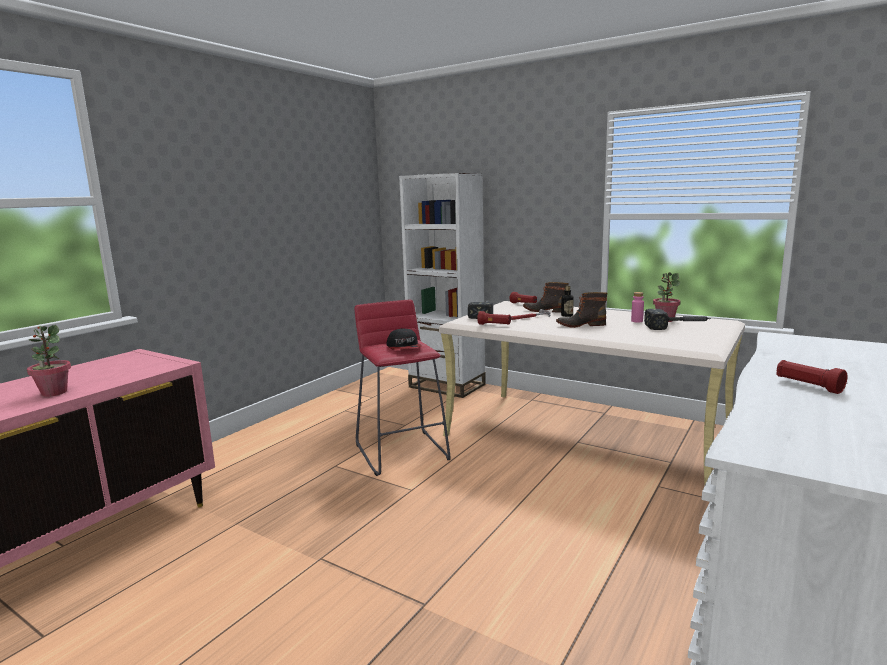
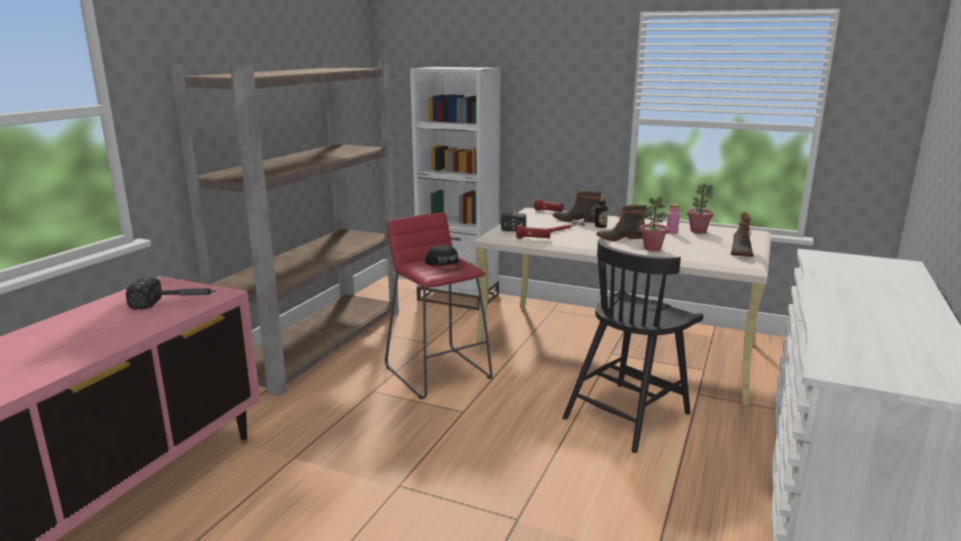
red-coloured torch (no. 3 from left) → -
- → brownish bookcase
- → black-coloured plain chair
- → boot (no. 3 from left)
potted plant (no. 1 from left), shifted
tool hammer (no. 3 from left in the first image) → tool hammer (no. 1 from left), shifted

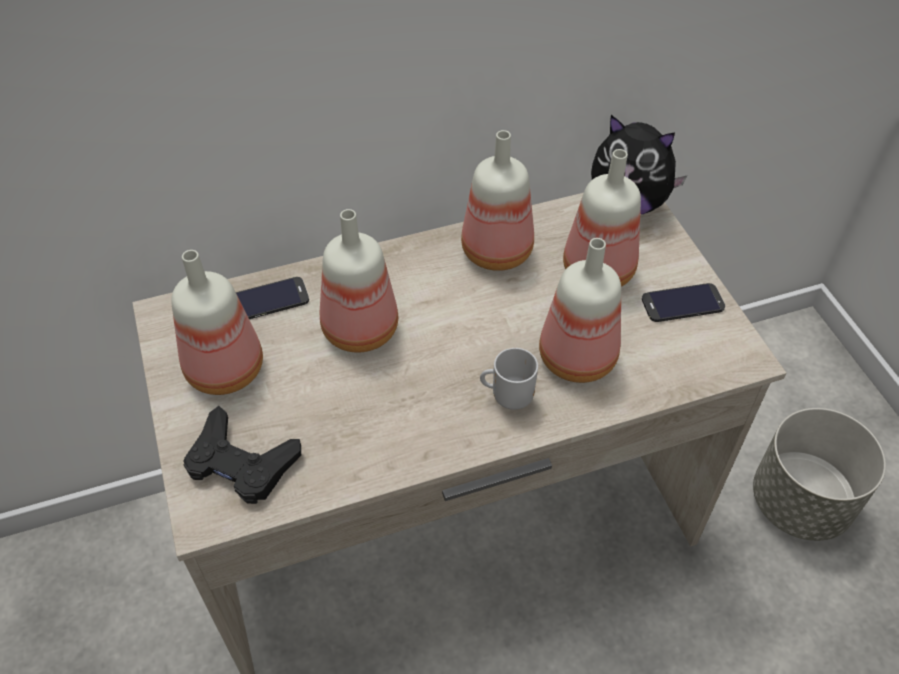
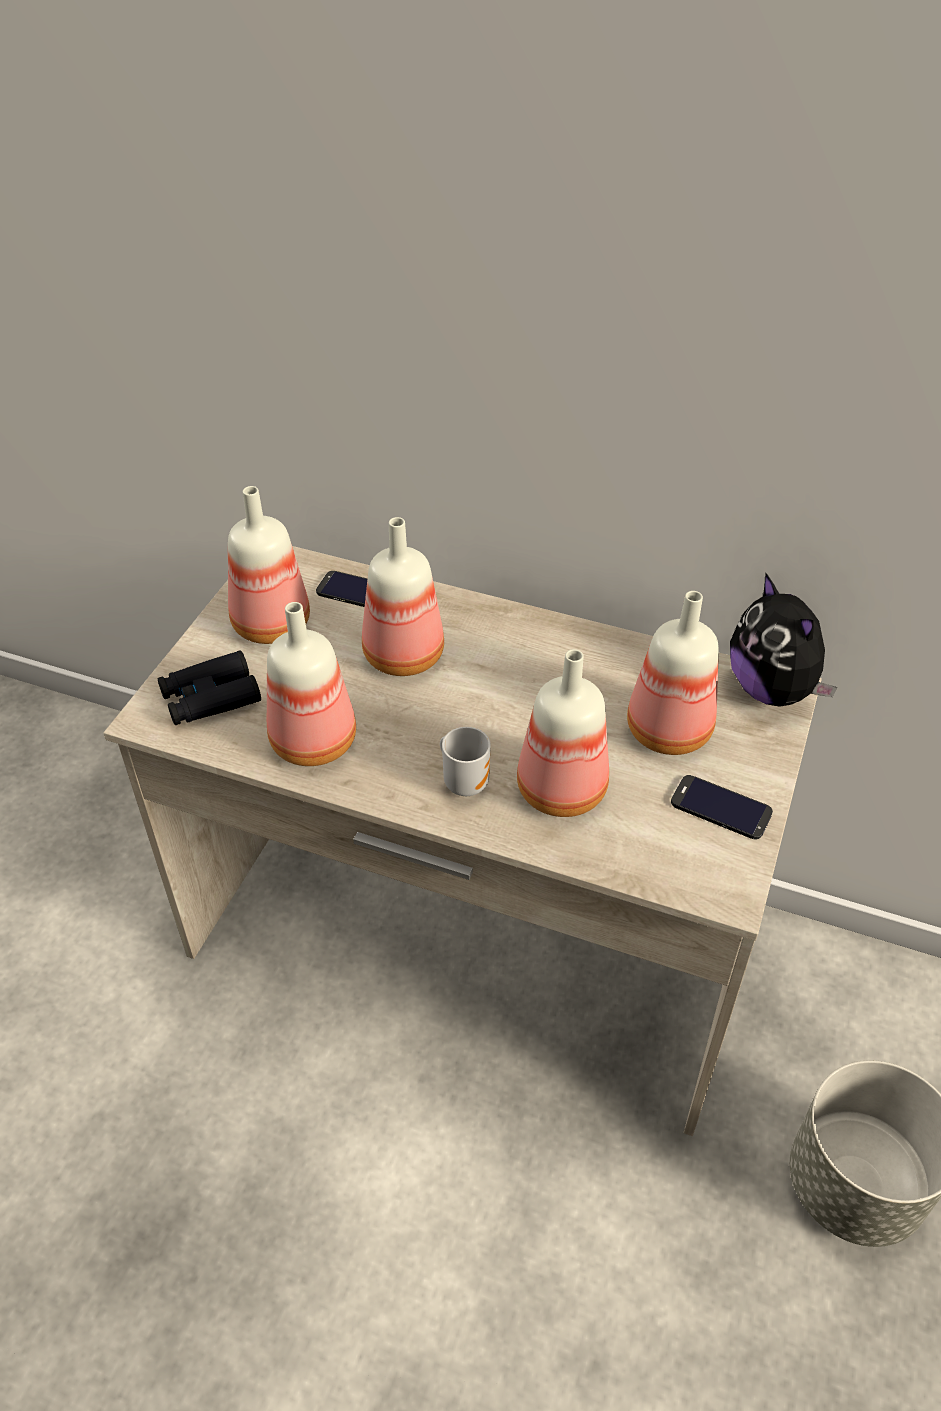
bottle (no. 3 from left in the first image) → bottle (no. 2 from left), shifted
black-coloured game controller → black-coloured field glasses

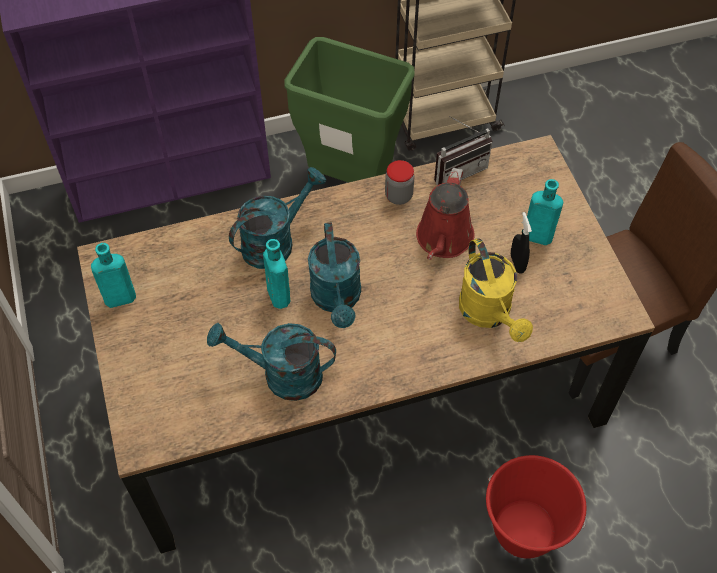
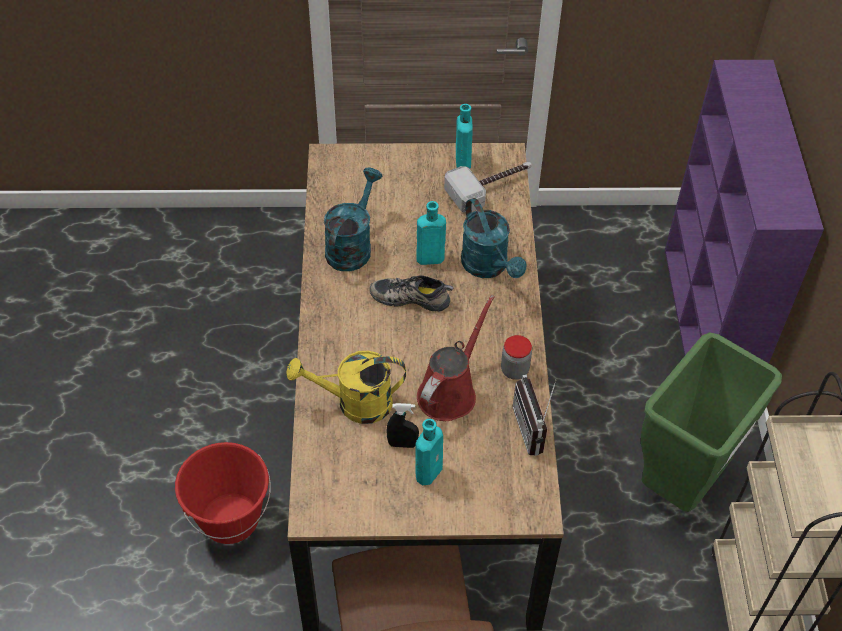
- → tool hammer
blue-green watering pot (no. 3 from left) → item of footwear
red-coloured watering pot, 90 degrees clockwise

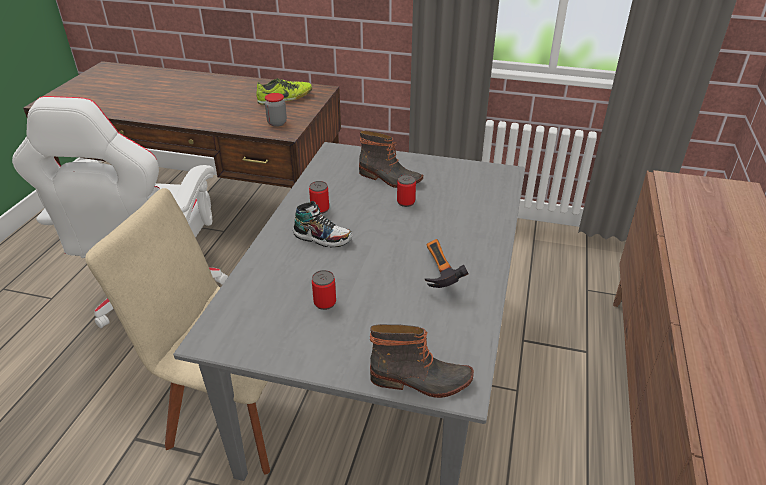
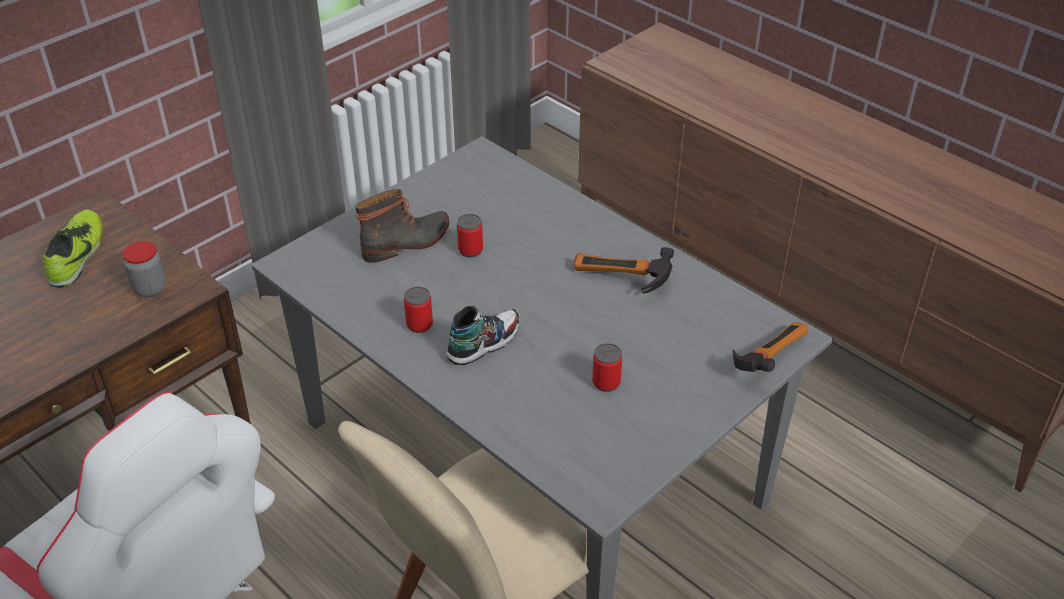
boot (no. 2 from left) → tool hammer (no. 2 from left)

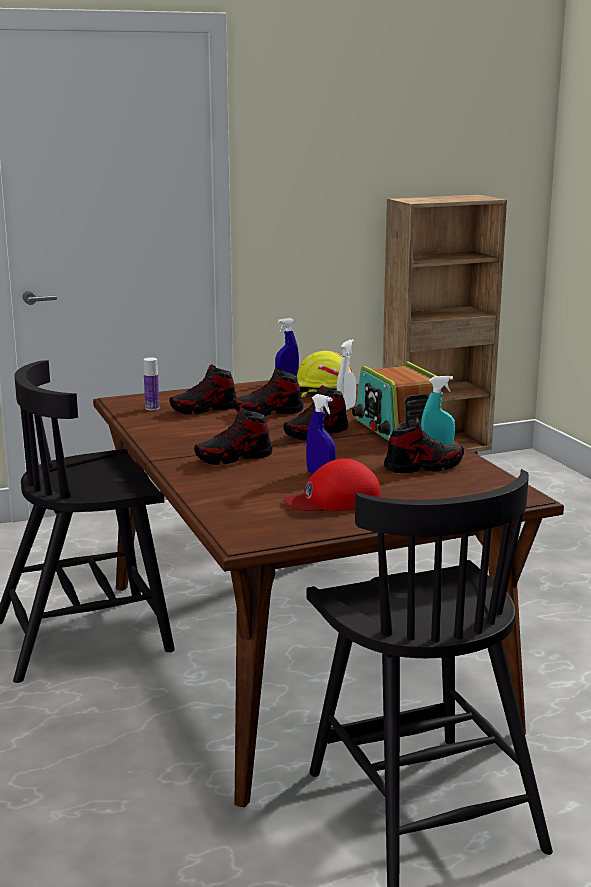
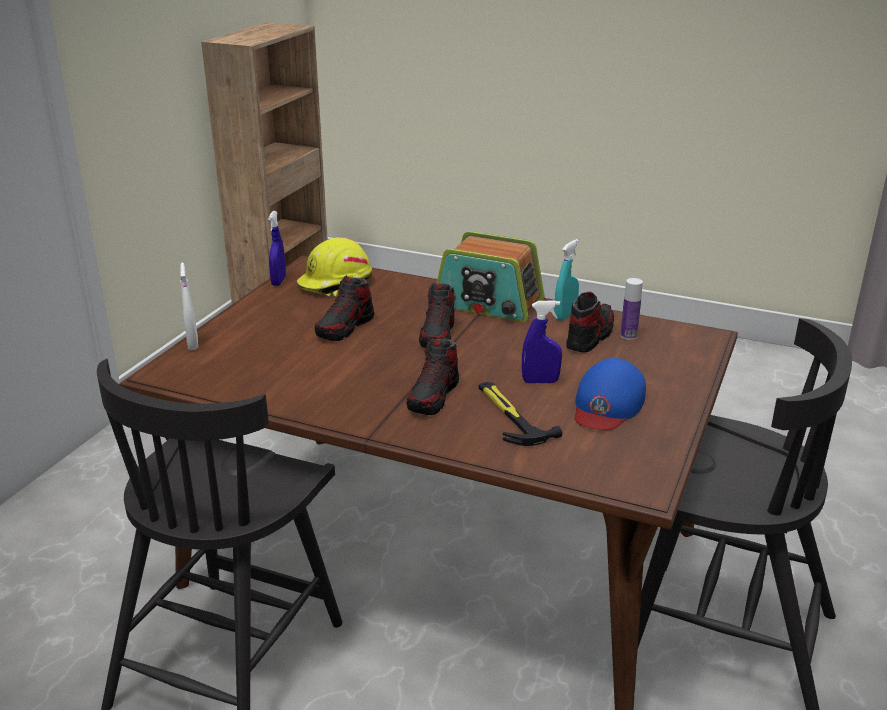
item of footwear (no. 1 from left) → -
- → tool hammer
bottle, shifted
white spray bottle, shifted
red-coloured peaked cap → blue peaked cap

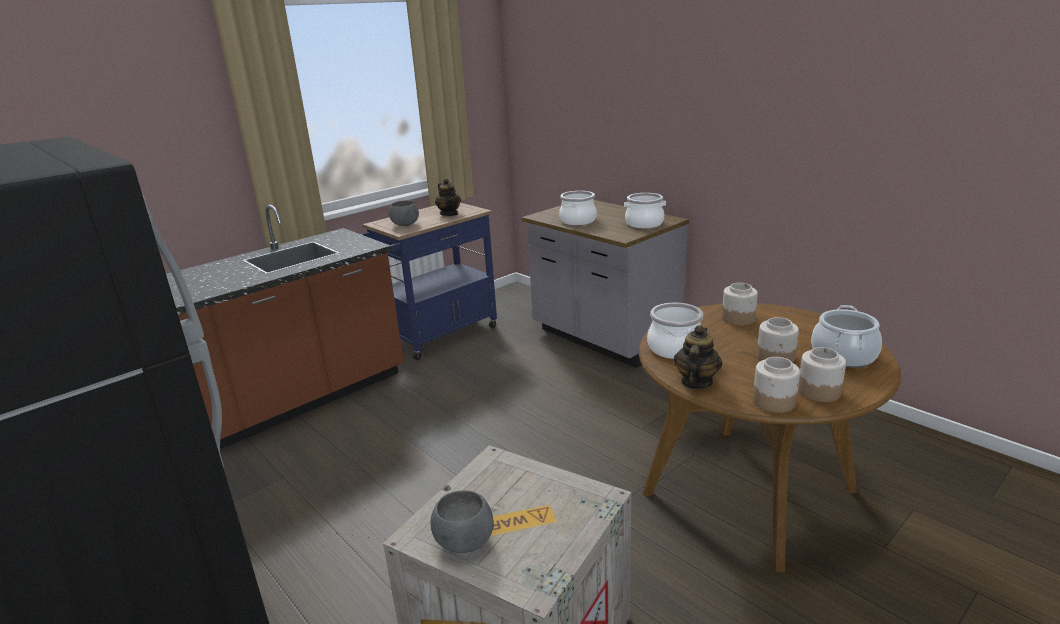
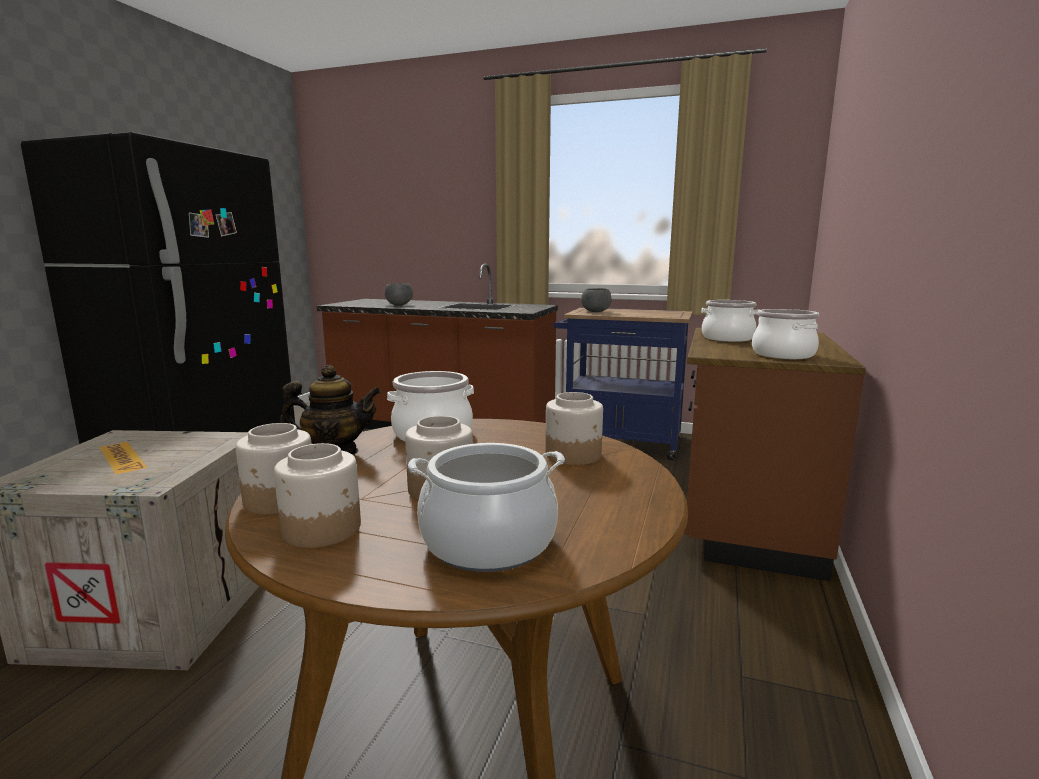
pot for tea (no. 1 from left) → -
gray bowl (no. 2 from left in the first image) → gray bowl (no. 1 from left), shifted
gray kitchen base unit → brownish kitchen base unit (no. 2 from left)

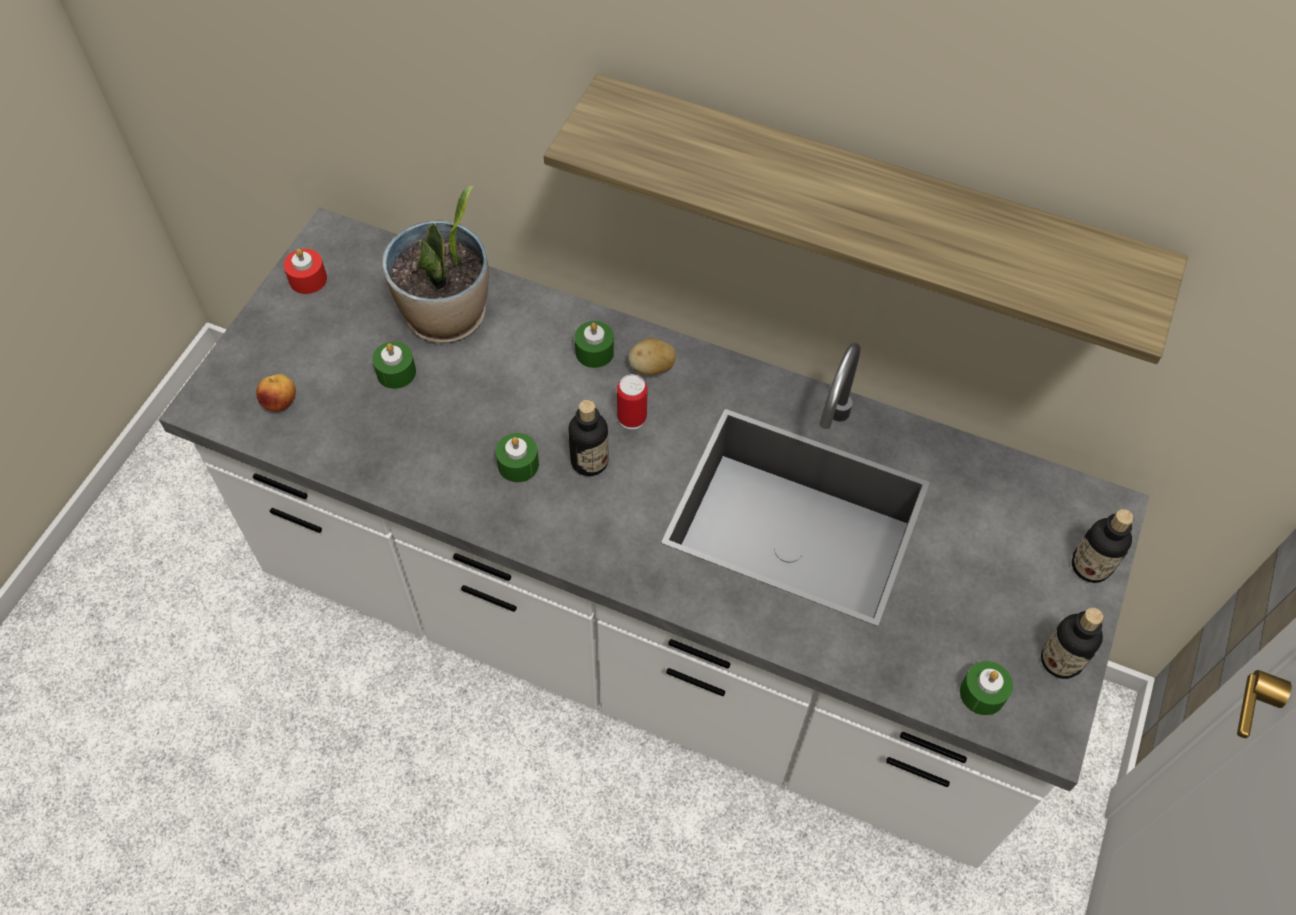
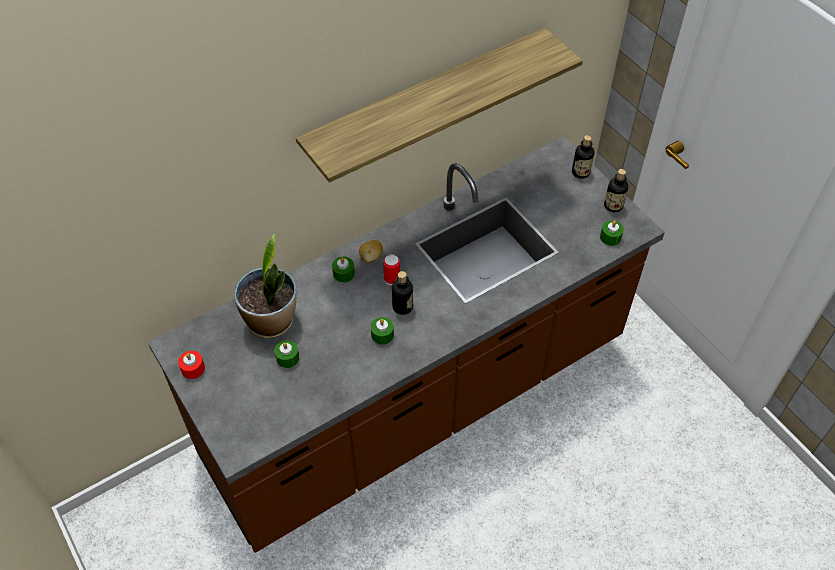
apple → -
white kitchen base unit → brownish kitchen base unit

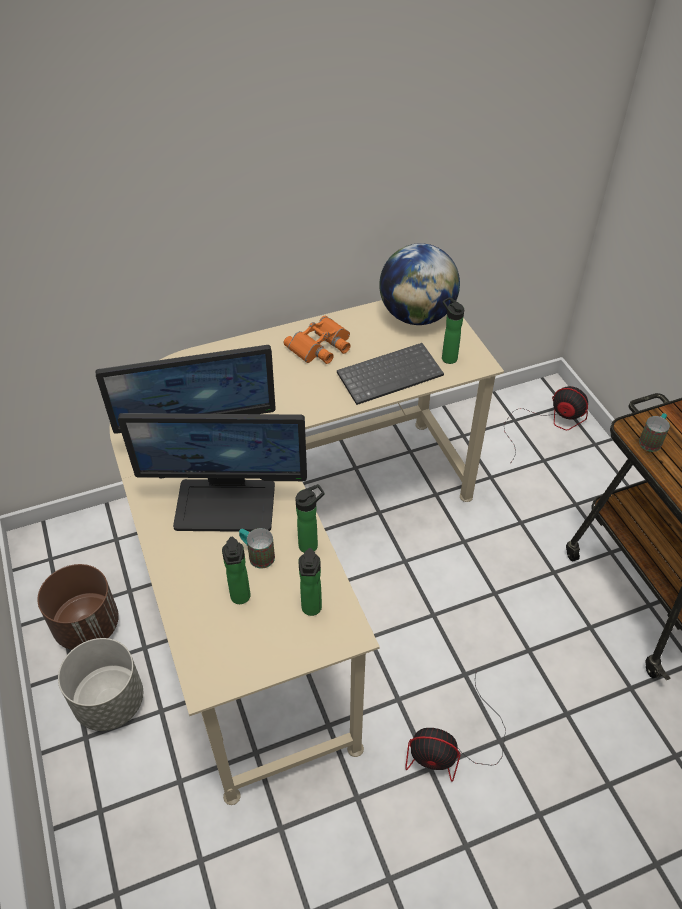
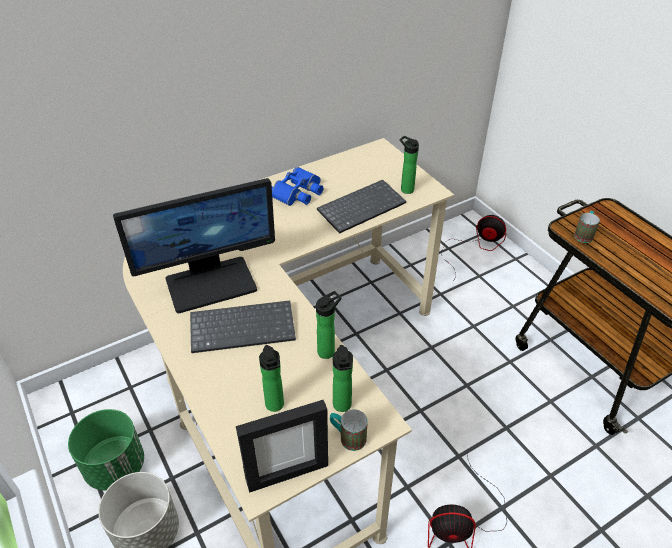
globe → -
- → standing frame
mug (no. 1 from left), shifted
monitor (no. 2 from left) → keyboard (no. 1 from left)
brownish planter → greenish planter
orangey field glasses → blue field glasses

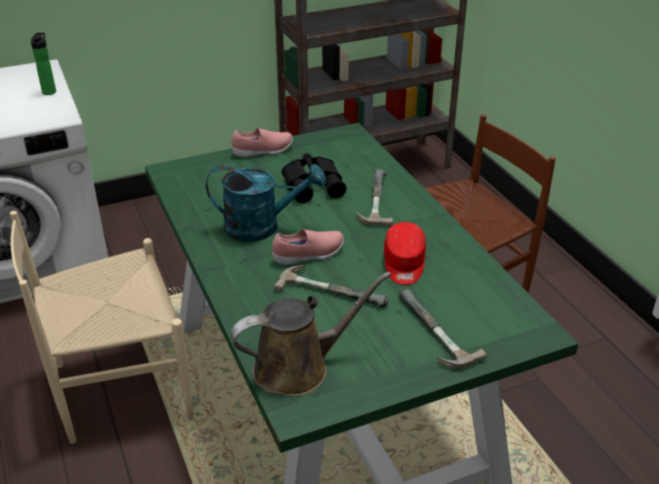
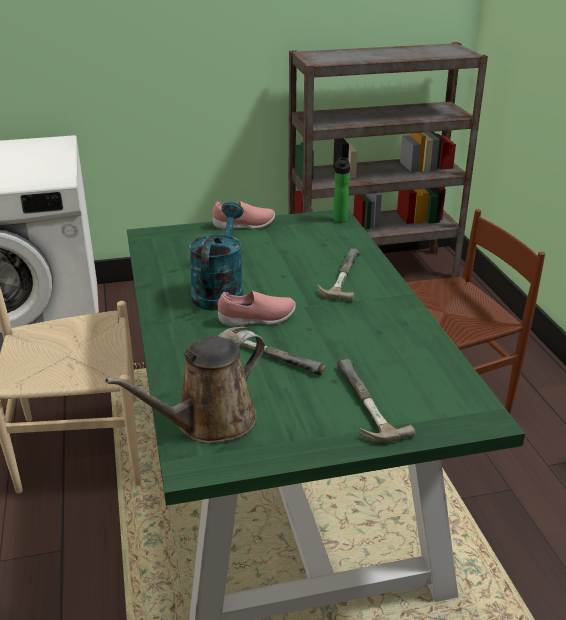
black-coloured field glasses → -
red-coloured peaked cap → -
bottle, shifted
blue-green watering pot, 90 degrees counterclockwise
brownish watering pot, 150 degrees clockwise

